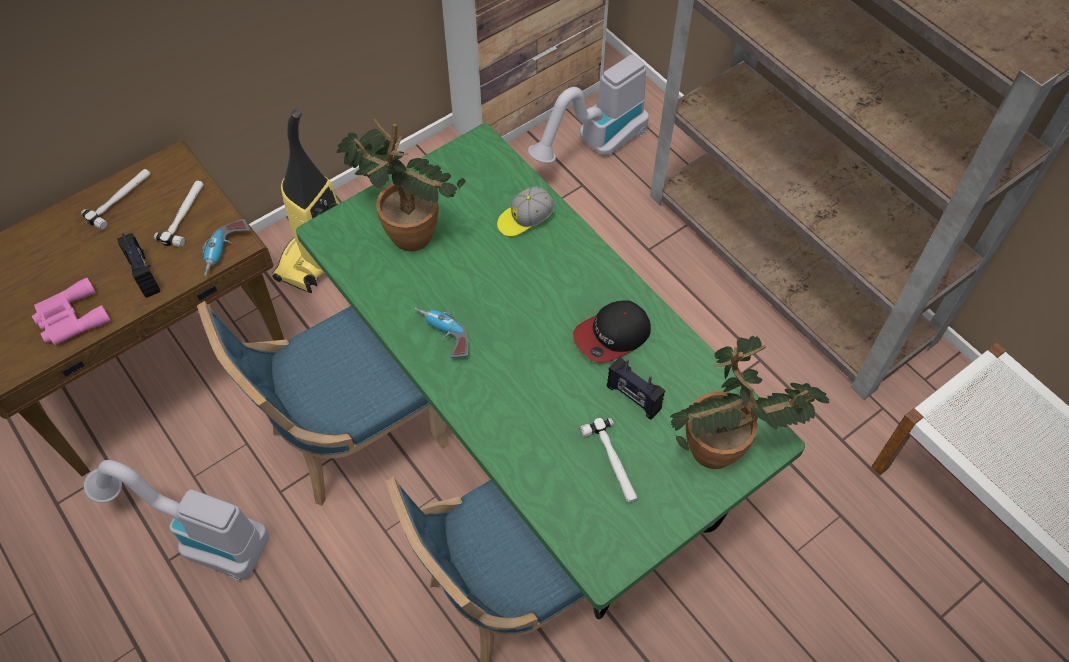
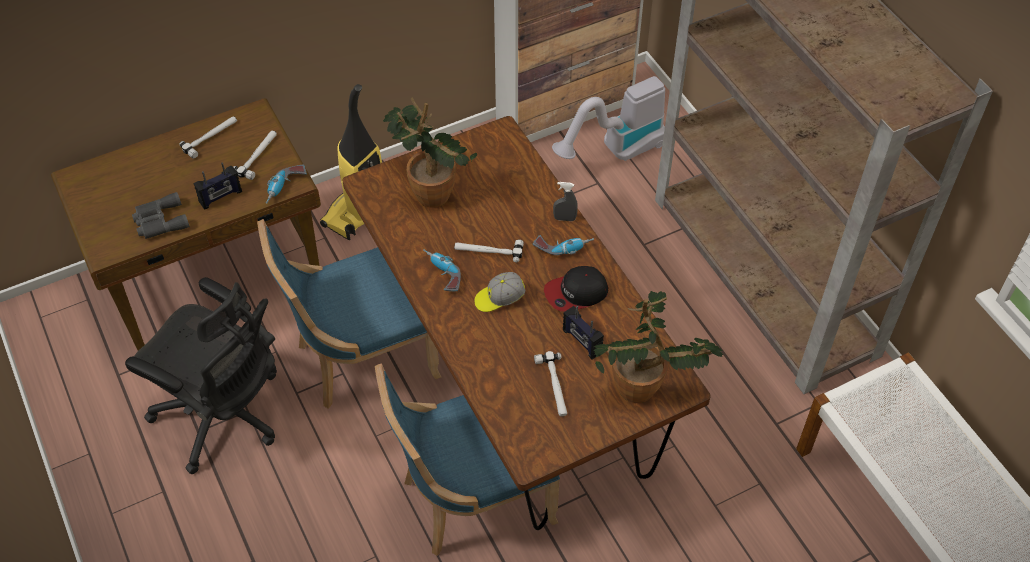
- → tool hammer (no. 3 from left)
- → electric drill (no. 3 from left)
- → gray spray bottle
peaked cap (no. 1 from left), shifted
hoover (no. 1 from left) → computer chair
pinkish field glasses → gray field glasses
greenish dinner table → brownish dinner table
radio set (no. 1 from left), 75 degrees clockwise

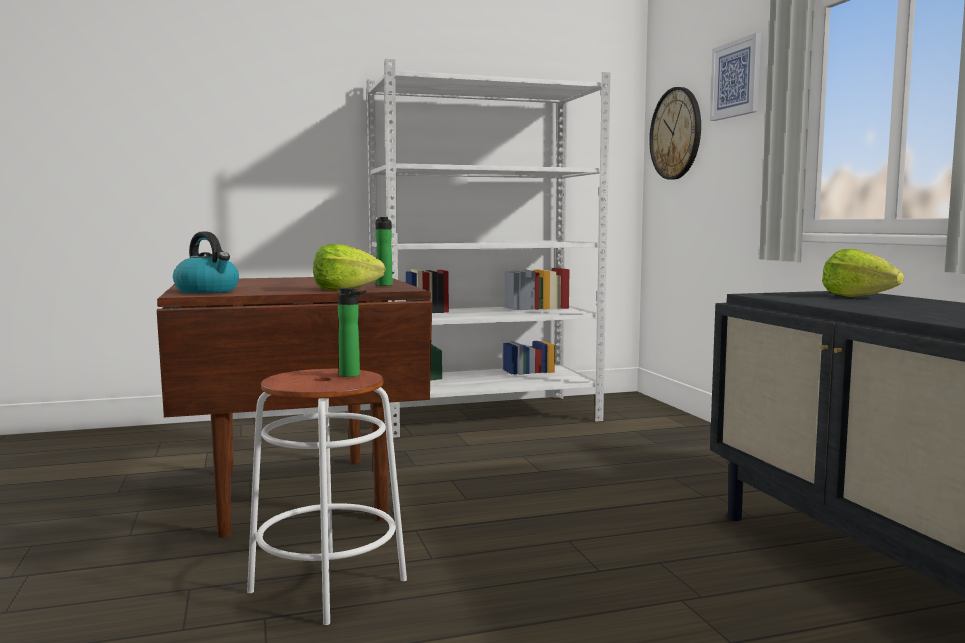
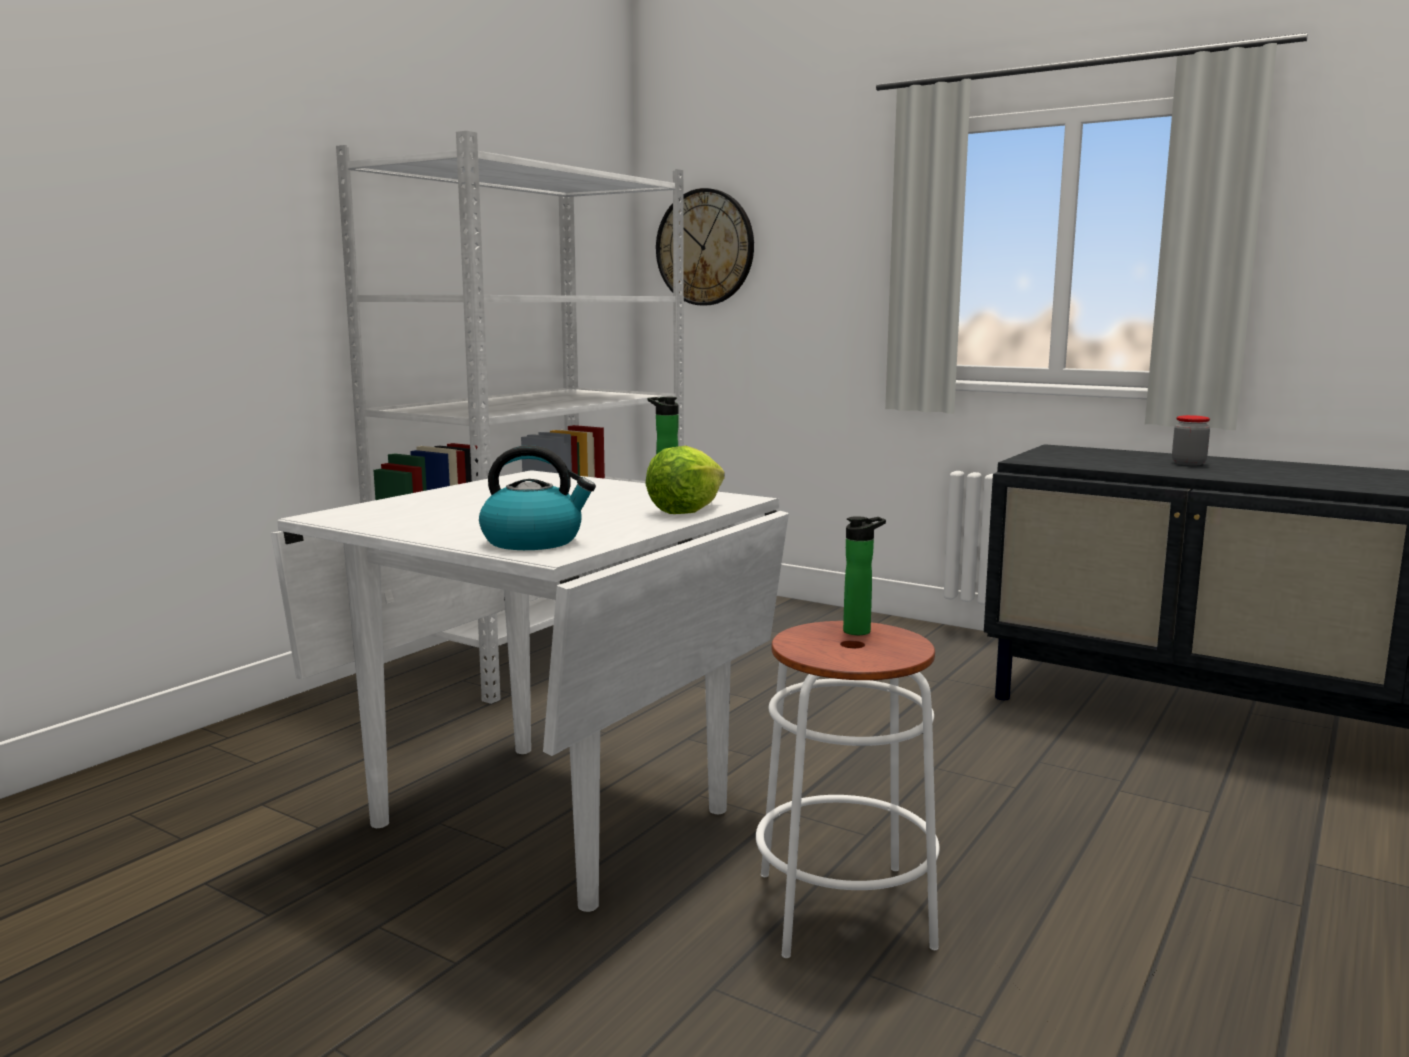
wall art → -
lettuce head (no. 2 from left) → -
- → jar
brownish dinner table → white dinner table

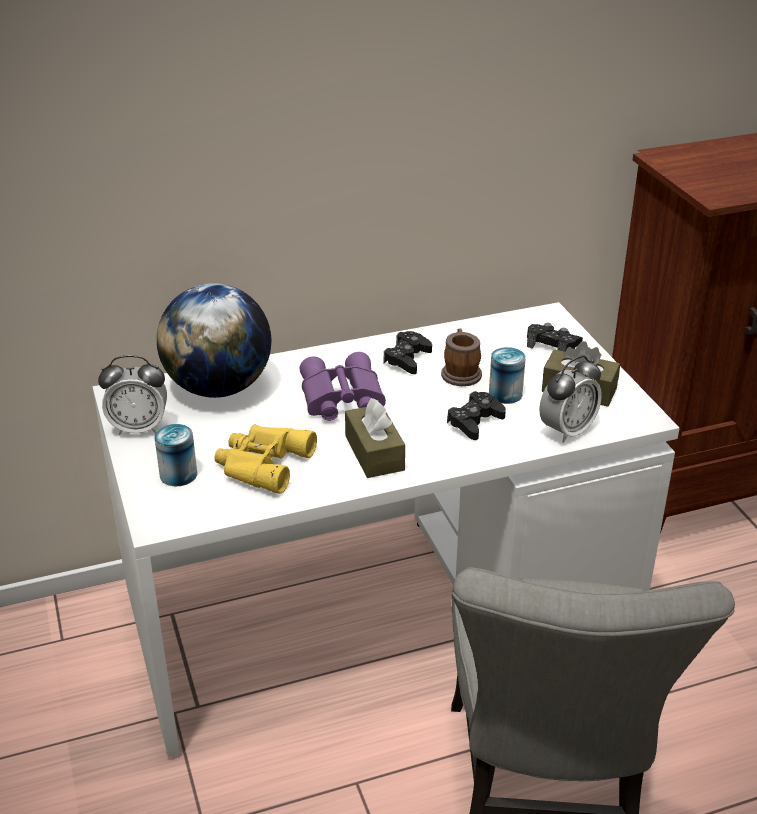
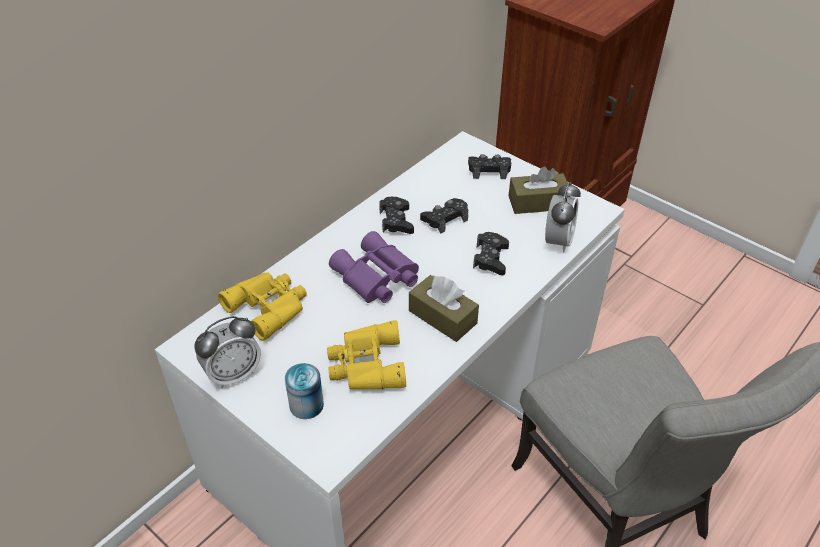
sealed can (no. 2 from left) → -
globe → yellowish field glasses (no. 1 from left)
mug → black-coloured game controller (no. 2 from left)

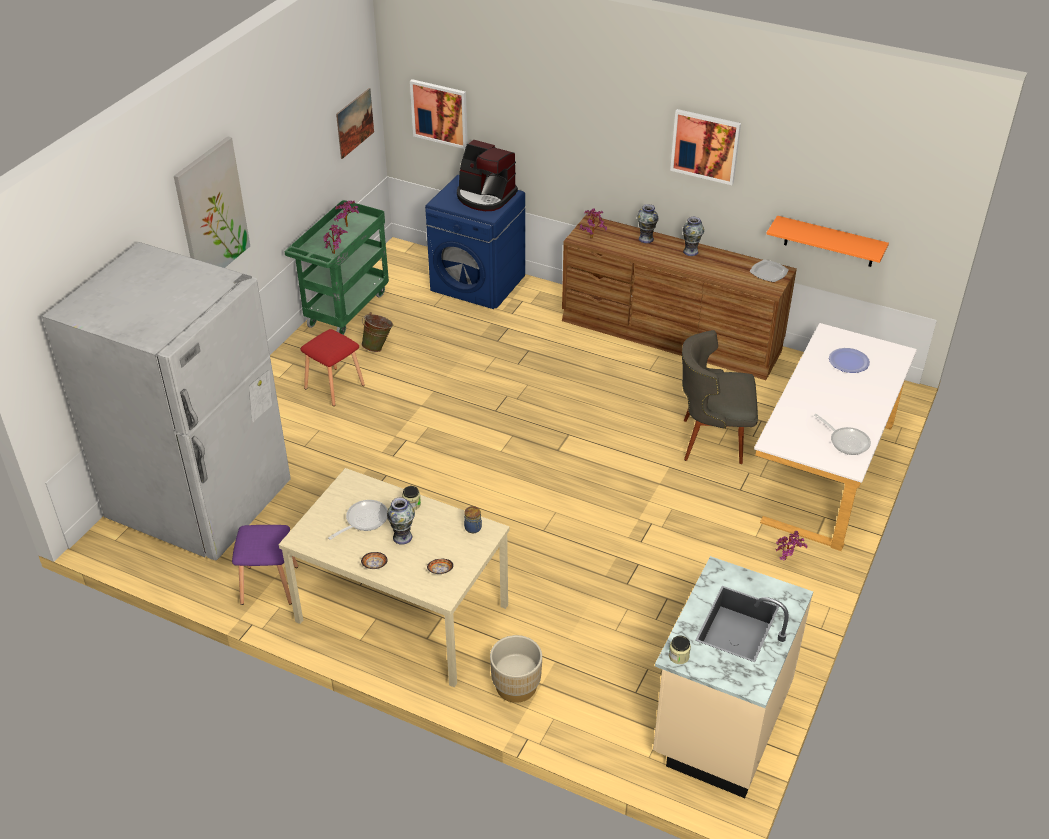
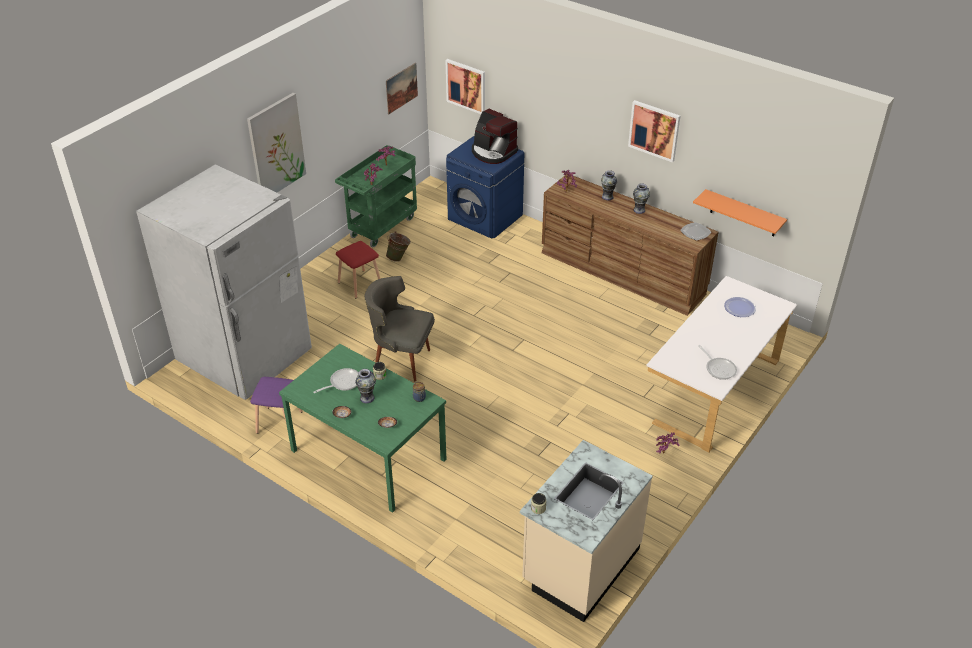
beige planter → -
gray plain chair, shifted
beige dinner table → greenish dinner table

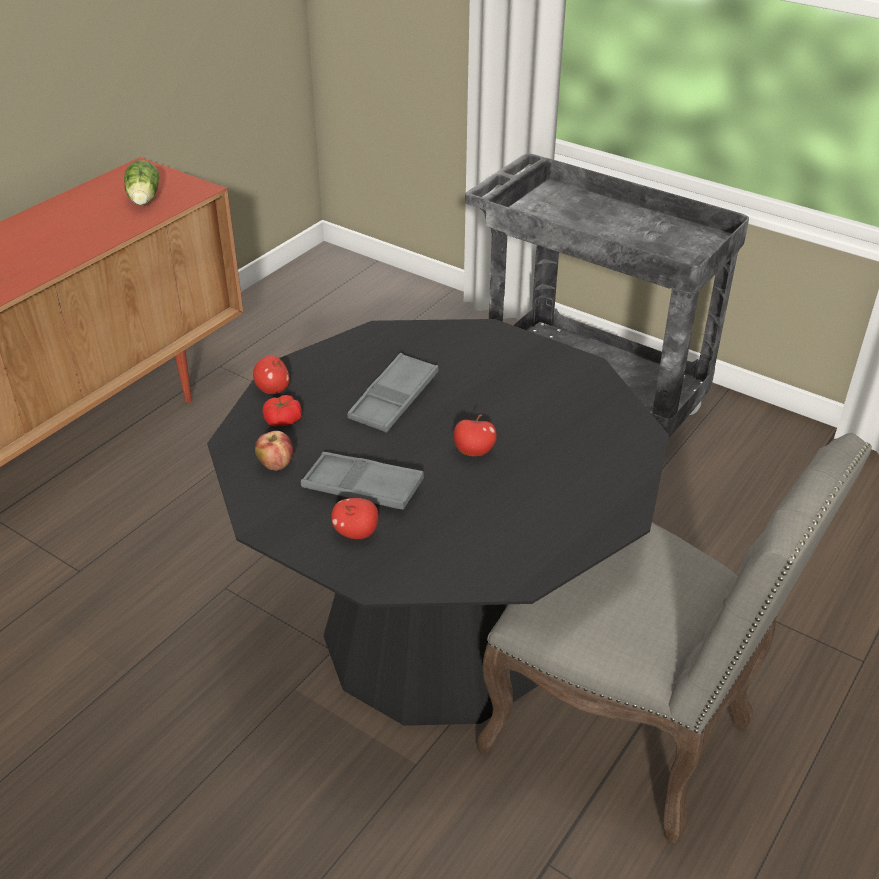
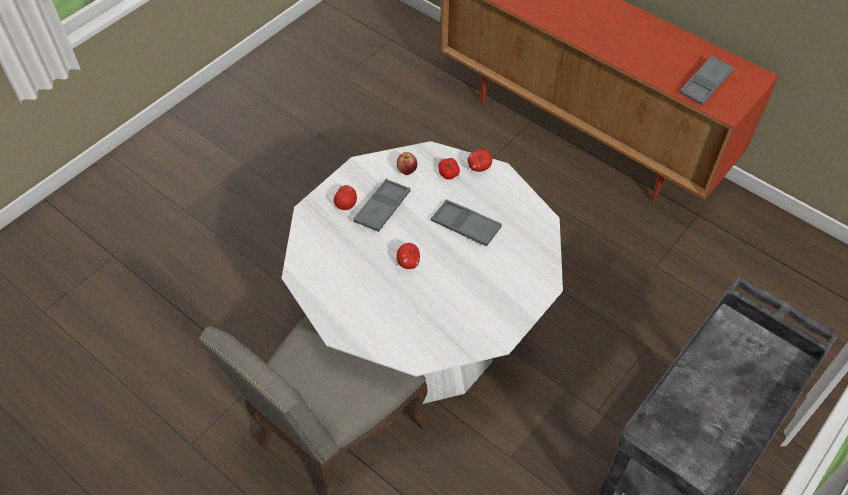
lettuce head → gray serving tray (no. 3 from left)
black-coloured dinner table → white dinner table

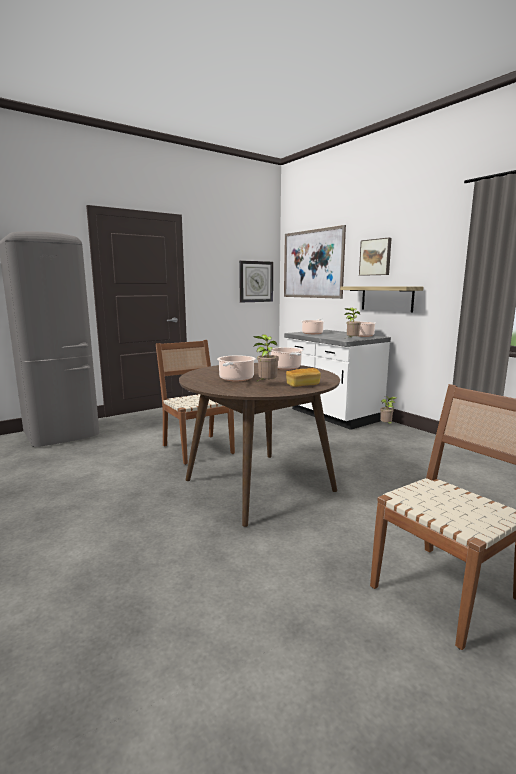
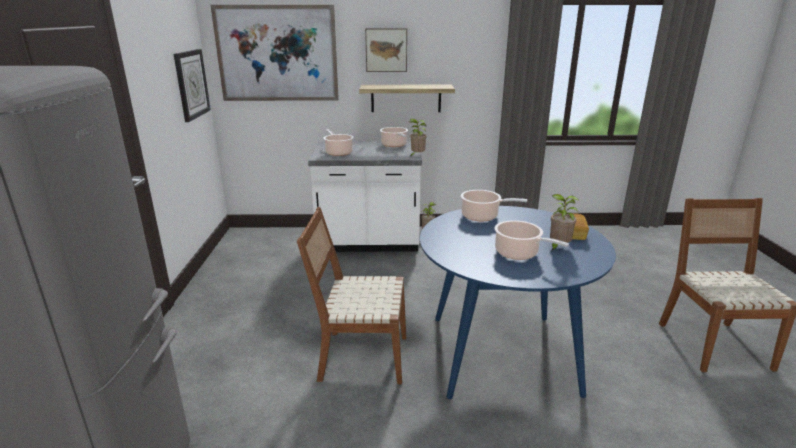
brownish dinner table → blue dinner table

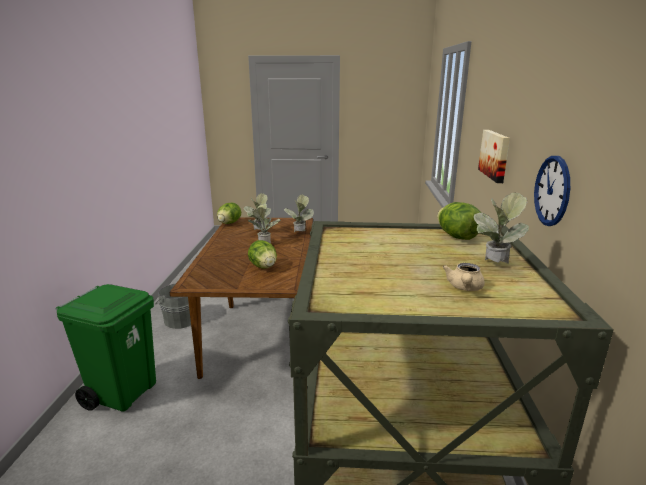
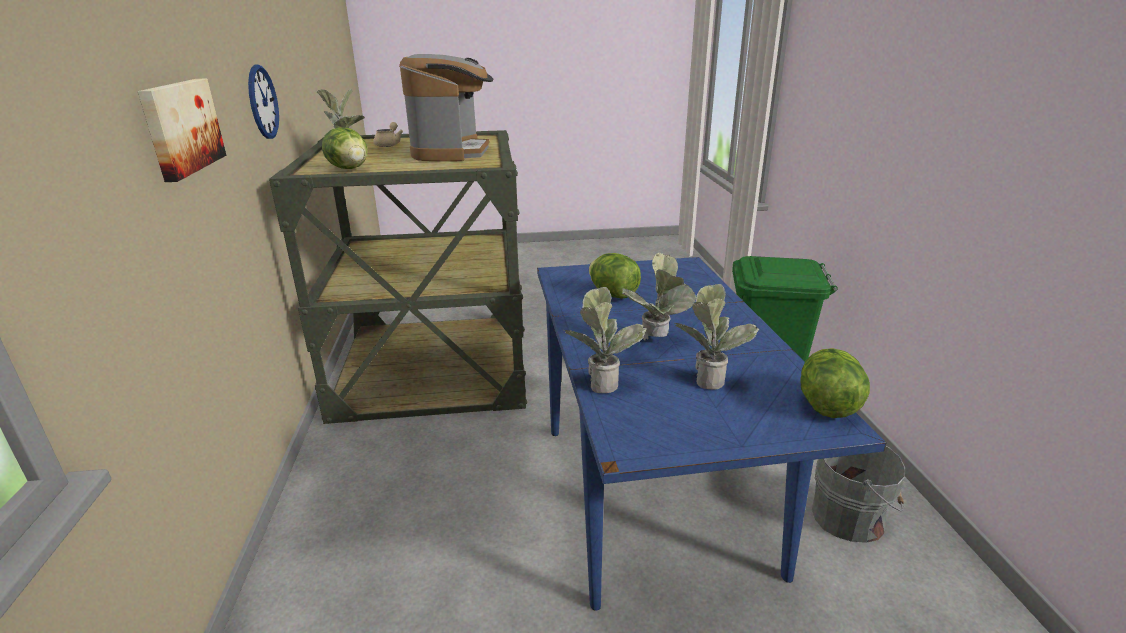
- → coffee brewer
brownish dinner table → blue dinner table

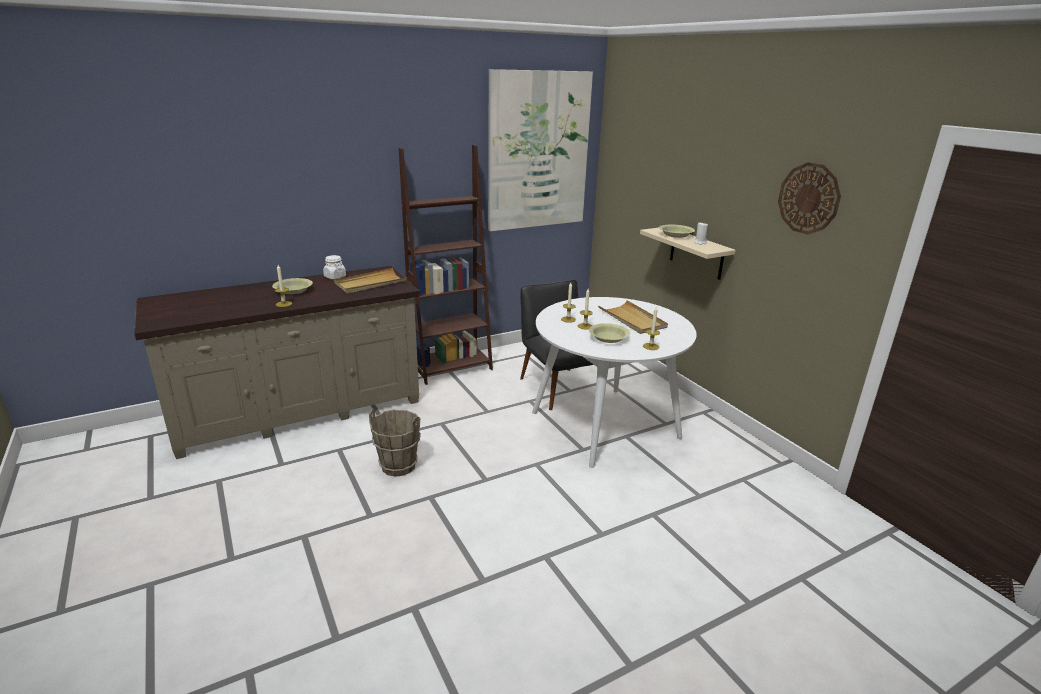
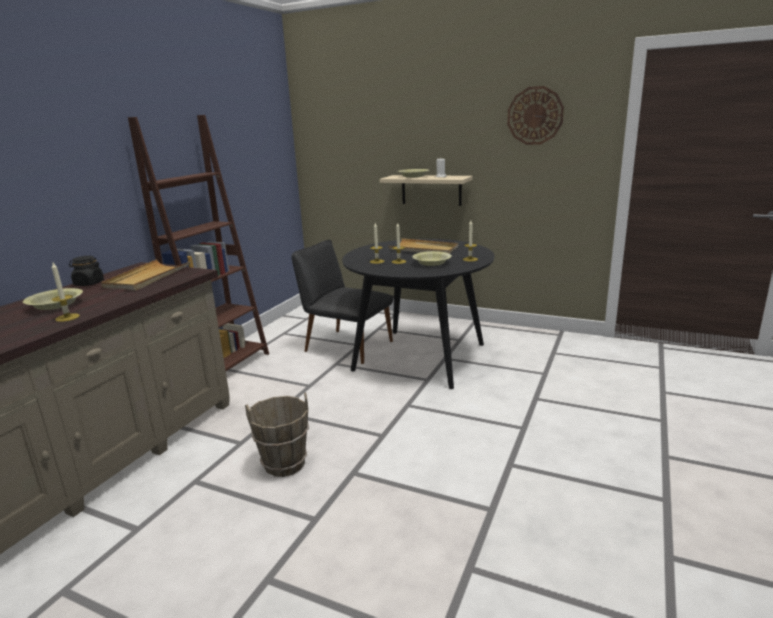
wall art → -
white jar → black-coloured jar
white dinner table → black-coloured dinner table

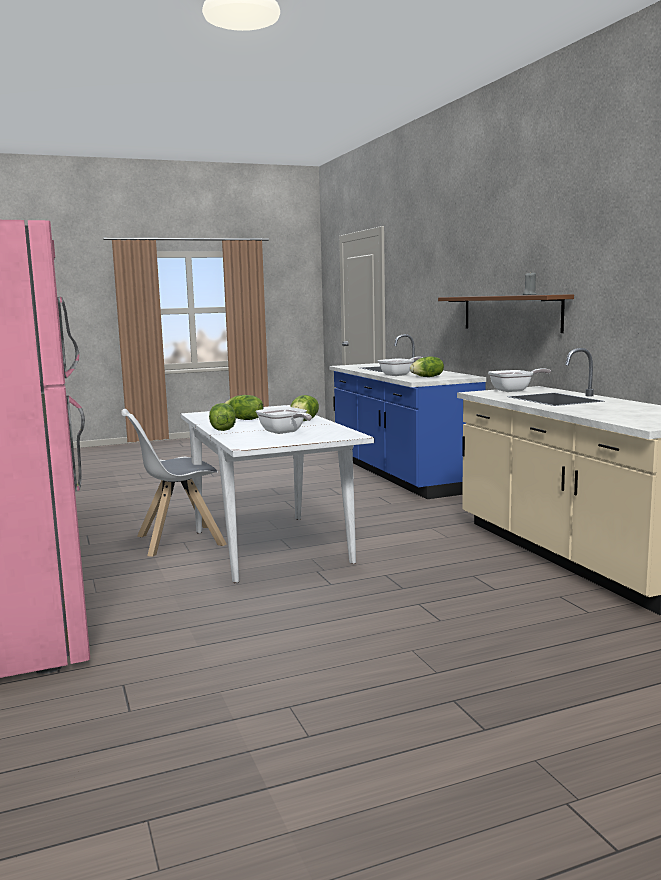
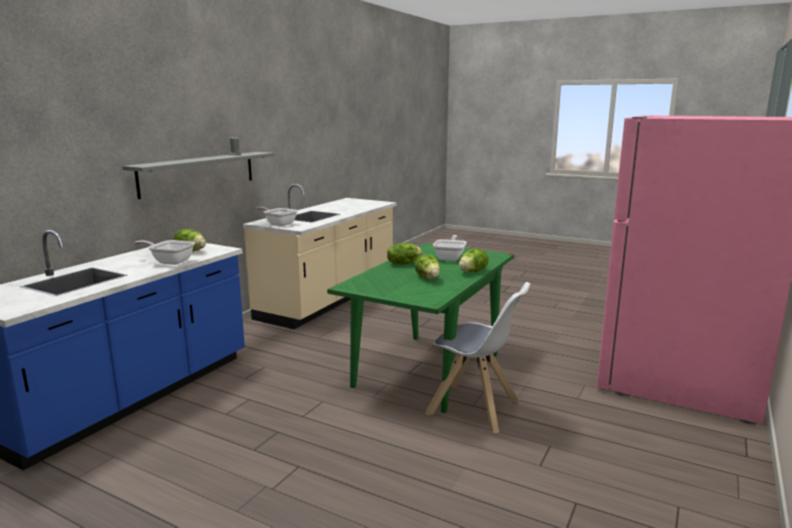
white dinner table → greenish dinner table
brownish wall shelf → gray wall shelf

